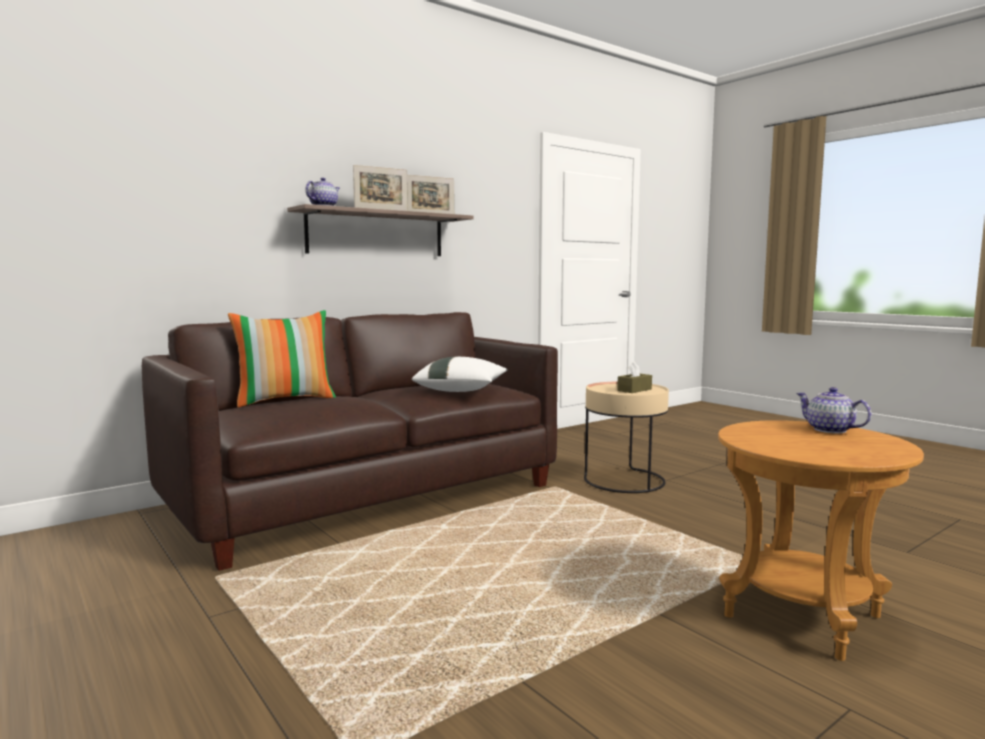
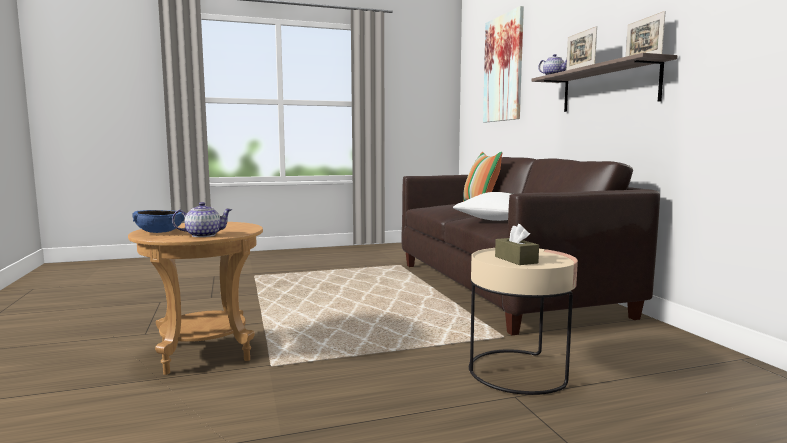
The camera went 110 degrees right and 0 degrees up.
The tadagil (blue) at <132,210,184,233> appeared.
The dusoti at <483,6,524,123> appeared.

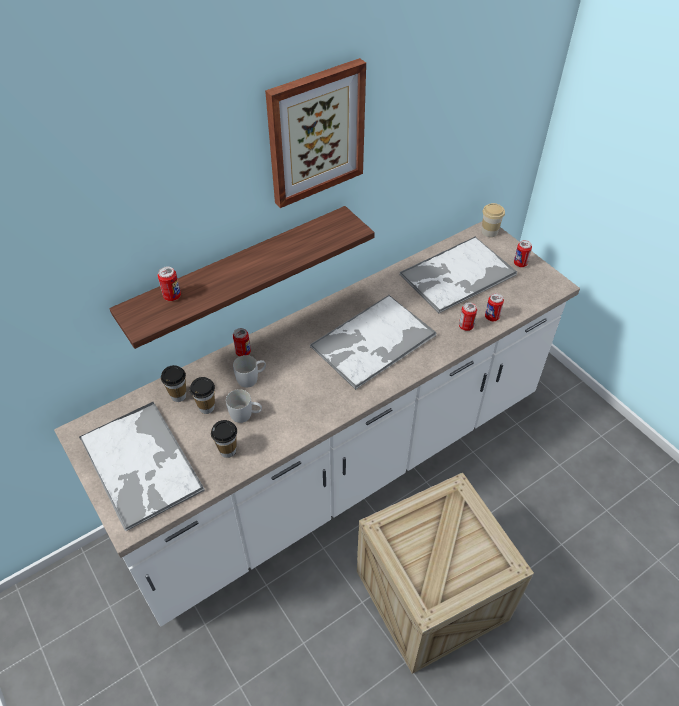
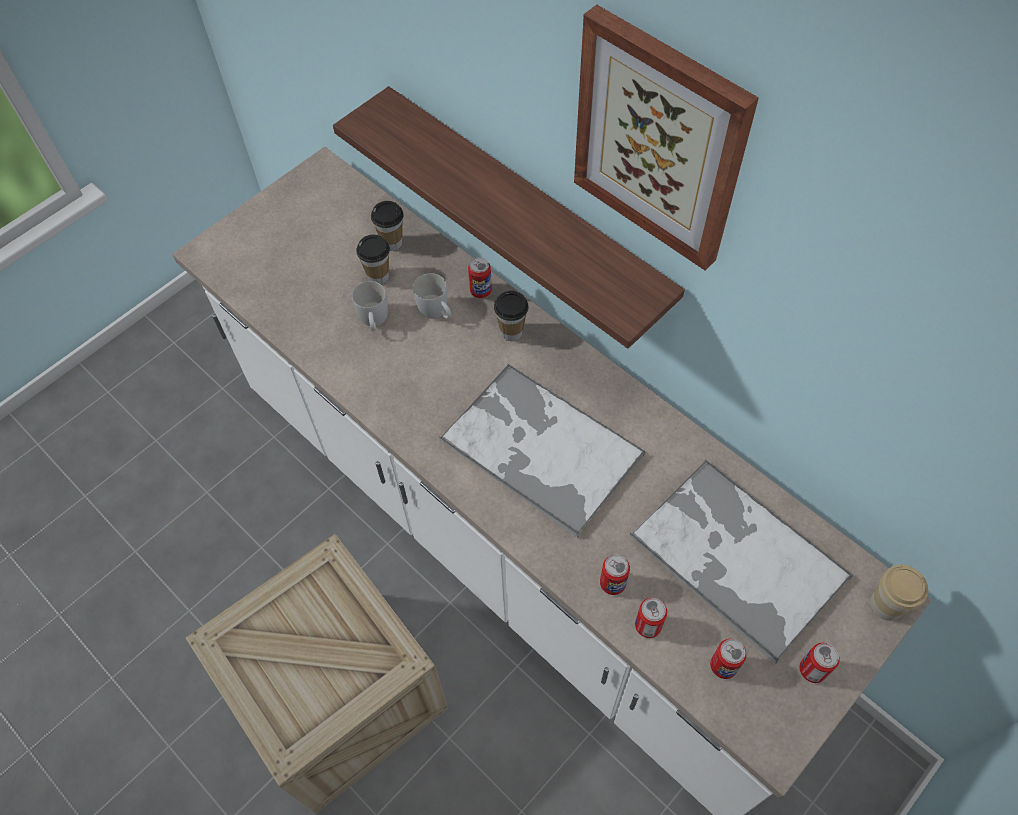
The camera went 80 degrees right and 10 degrees up.
The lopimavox at <79,402,205,531> disappeared.
The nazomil moved from <158,267,181,301> to <710,639,747,679>.
The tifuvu moved from <211,420,237,458> to <494,291,529,341>.

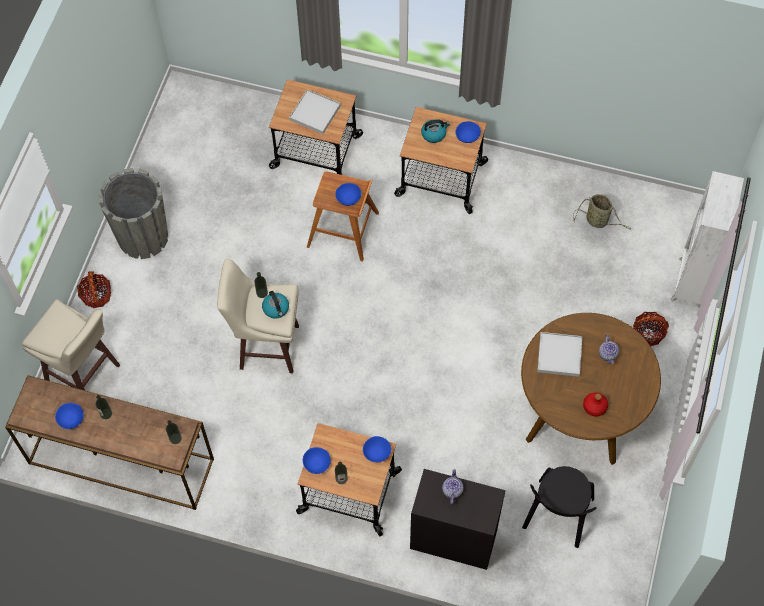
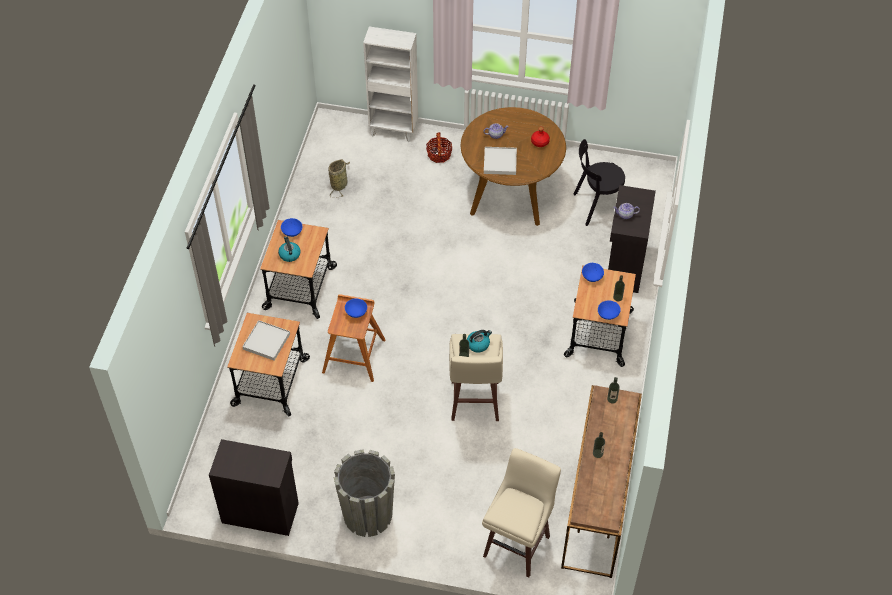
The camera went 95 degrees left and 10 degrees down.
The tadagil (blue) at <55,403,84,429> disappeared.
The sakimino at <77,271,111,308> disappeared.
The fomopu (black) at <209,439,299,536> appeared.
The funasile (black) at <522,466,597,548> turned 150 degrees clockwise.

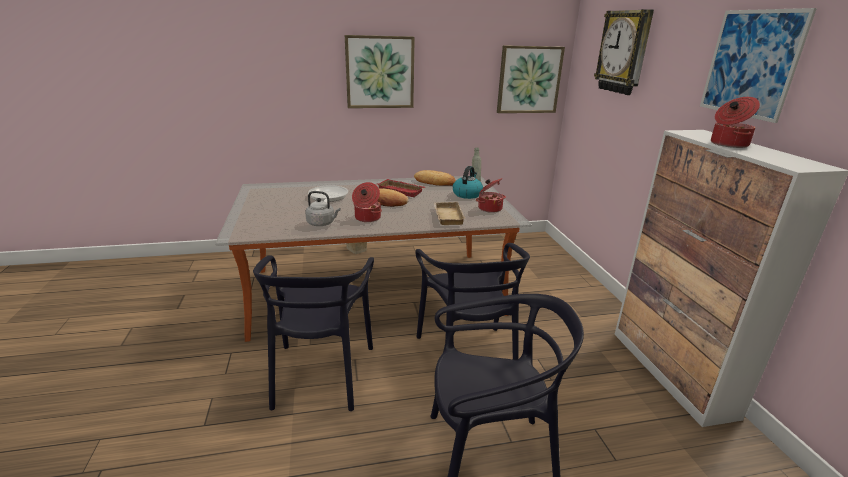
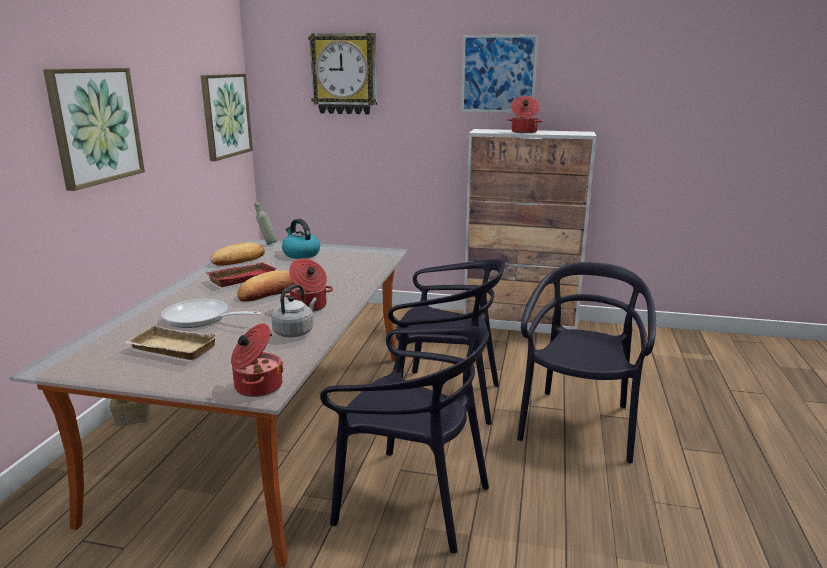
The camera went 65 degrees left and 5 degrees down.
The lopimavox (beige) moved from <434,202,466,225> to <124,325,218,360>.
The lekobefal moved from <476,178,506,213> to <231,323,284,397>.

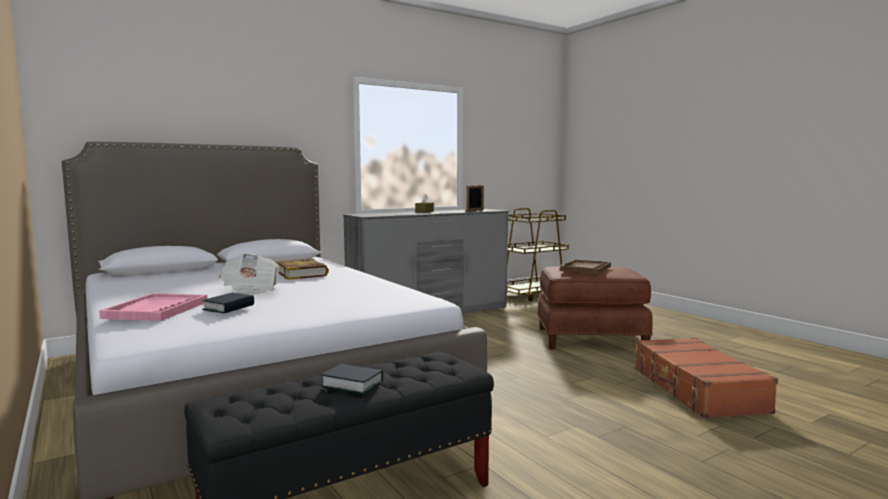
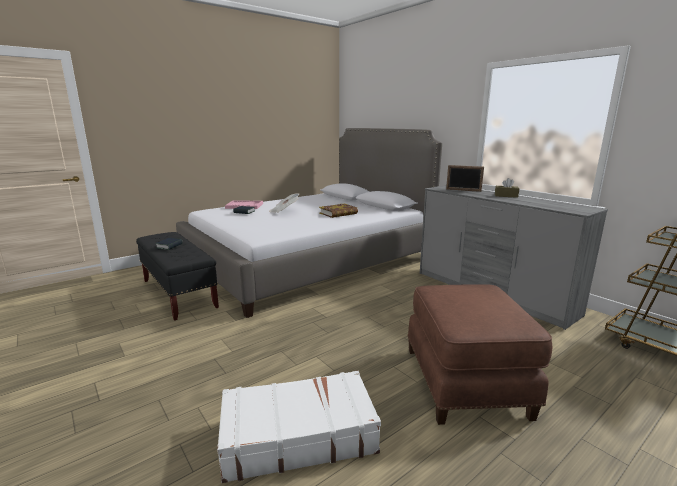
The camera went 85 degrees right and 10 degrees up.
The lopimavox (brown) at <560,259,611,274> disappeared.
The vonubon moved from <466,185,484,212> to <446,165,484,192>.
The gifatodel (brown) at <635,337,778,418> became the gifatodel (white) at <217,370,381,483>.

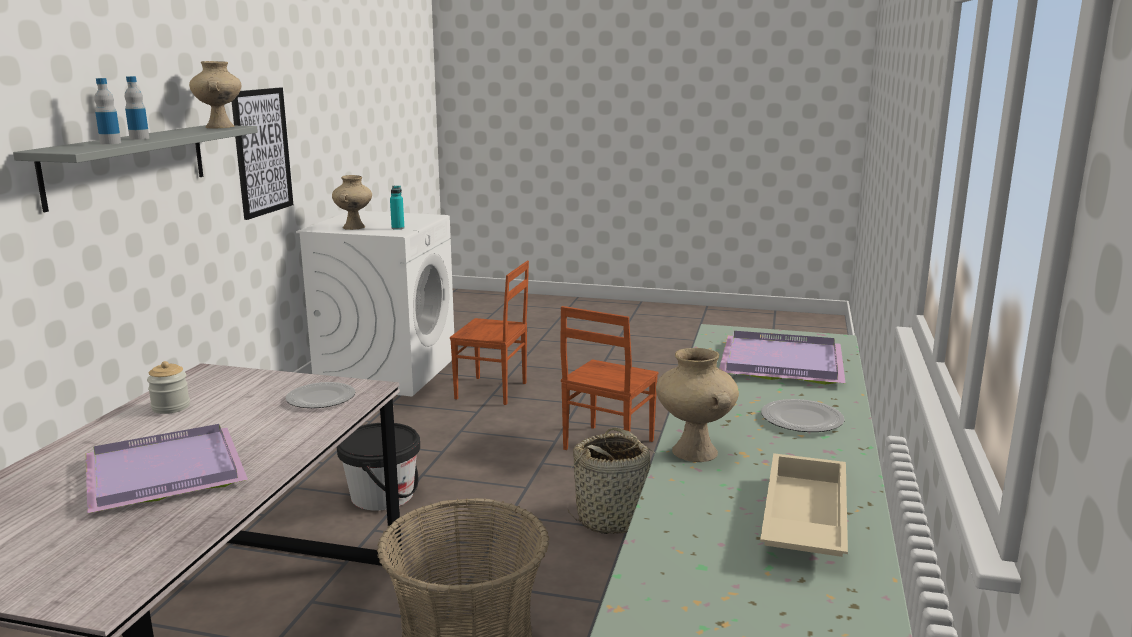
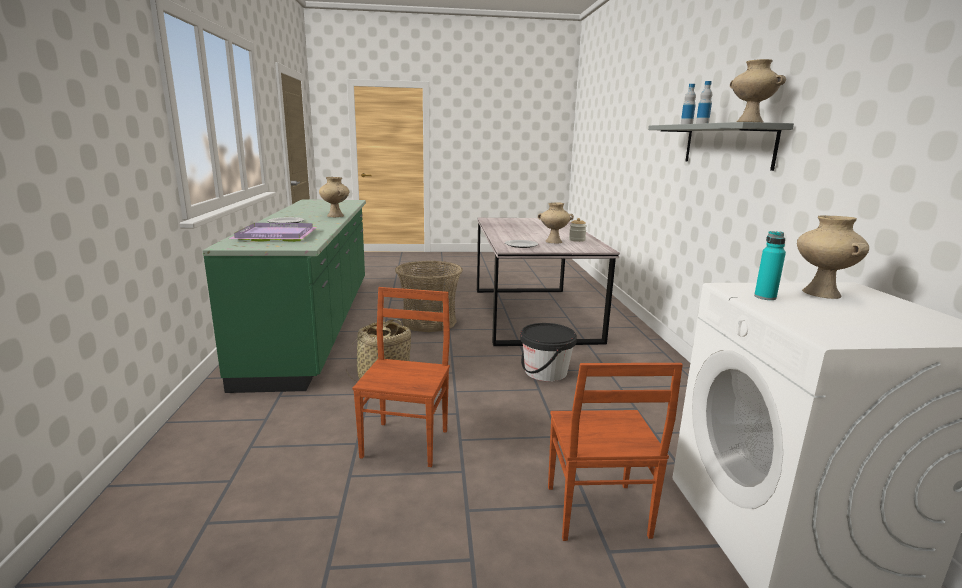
The camera went 160 degrees right and 0 degrees up.
The lopimavox (purple) at <85,424,248,513> disappeared.
The dusoti at <231,87,293,220> disappeared.
The lopimavox (beige) at <760,453,848,557> disappeared.
The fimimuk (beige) at <538,202,574,243> appeared.
The funasile (brown) at <450,261,529,405> turned 90 degrees counterclockwise.

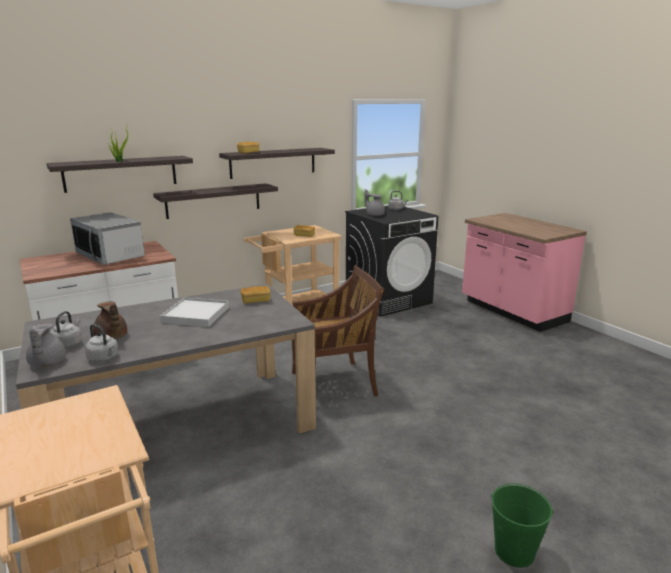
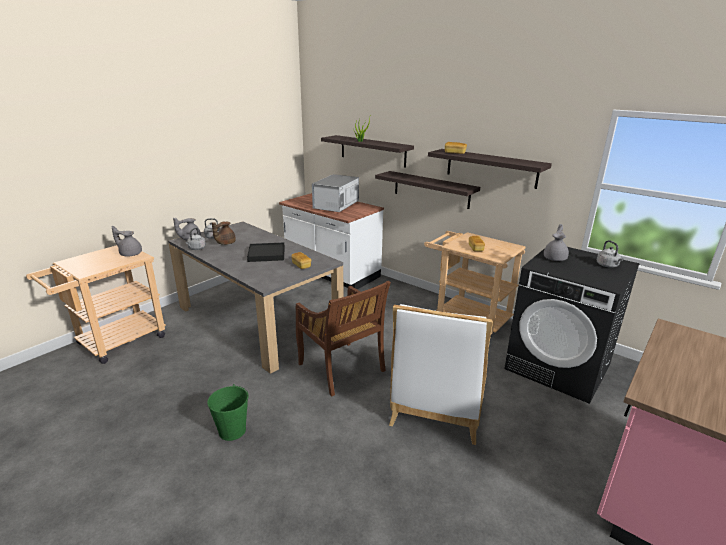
The camera went 70 degrees right and 5 degrees up.
The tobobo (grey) at <112,226,142,257> appeared.
The funasile (white) at <389,304,493,445> appeared.
The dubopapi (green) moved from <491,483,554,568> to <207,384,249,441>.
The lopimavox (white) at <160,298,229,327> became the lopimavox (black) at <247,243,285,262>.

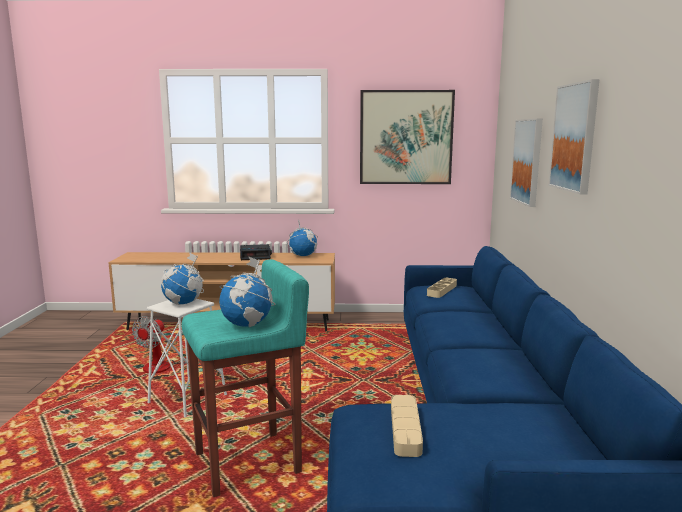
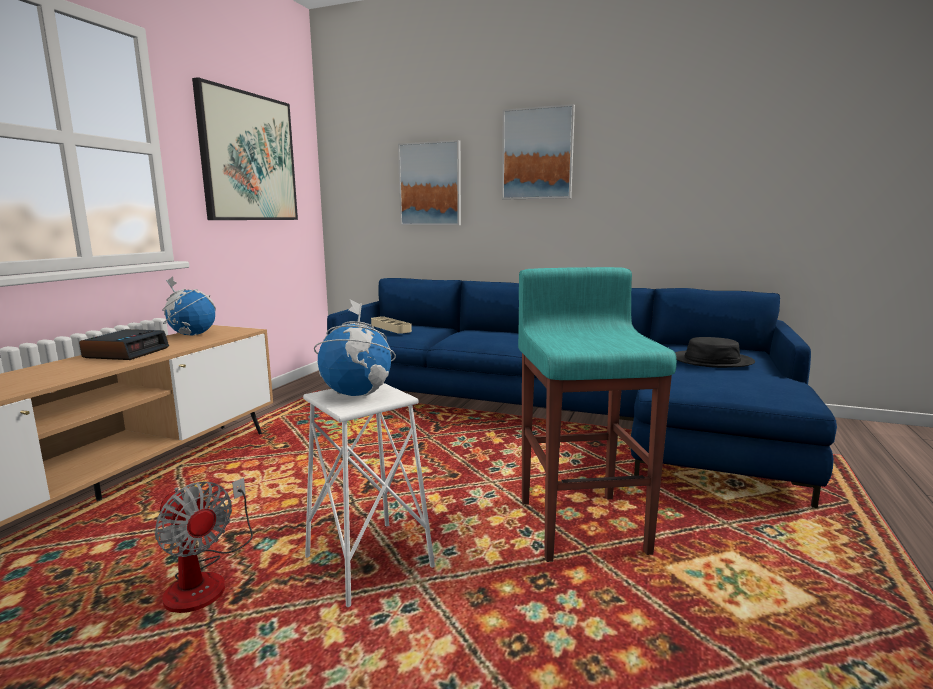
The camera went 70 degrees left and 0 degrees up.
The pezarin at <219,256,276,327> disappeared.
The lopimavox (beige) at <391,395,423,457> disappeared.
The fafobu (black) at <675,337,755,368> appeared.

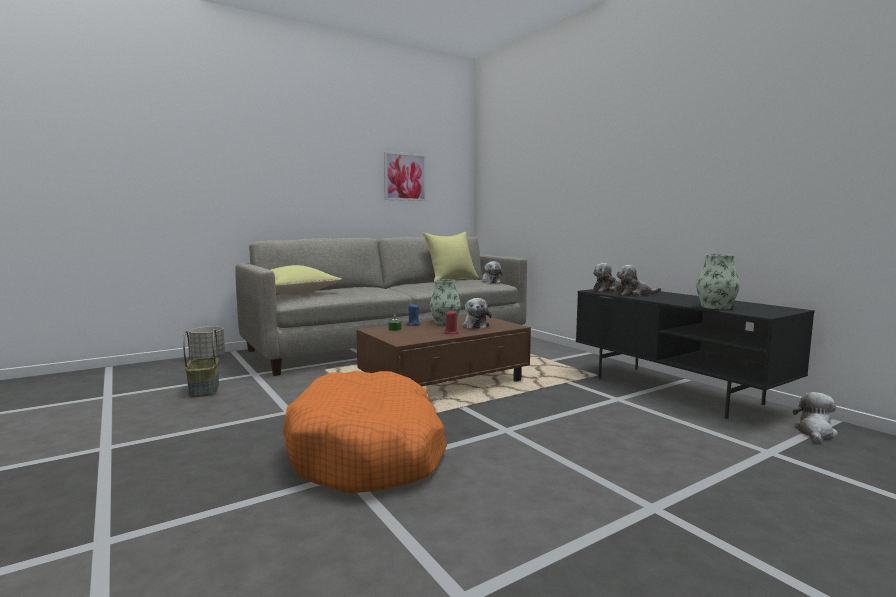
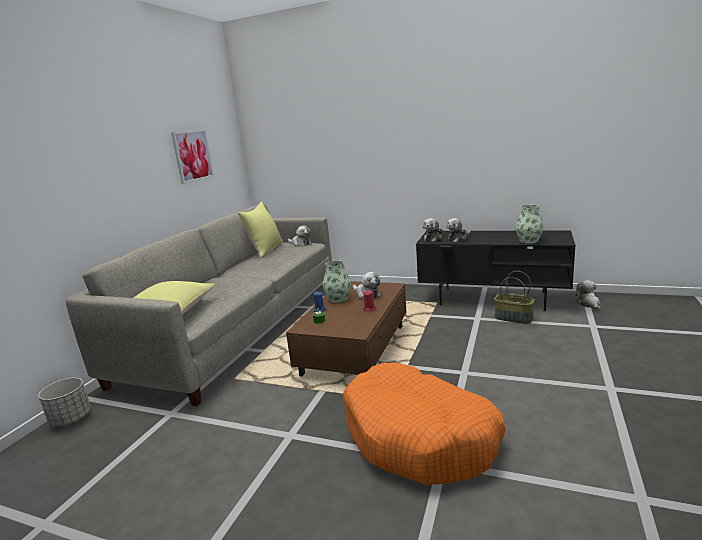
The camera went 35 degrees left and 10 degrees up.
The sakimino moved from <183,329,219,397> to <494,271,535,324>.

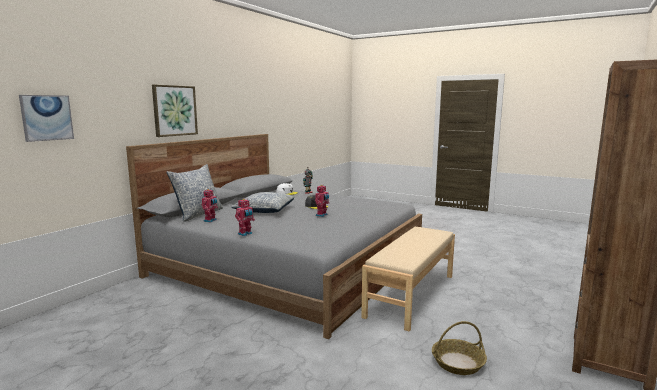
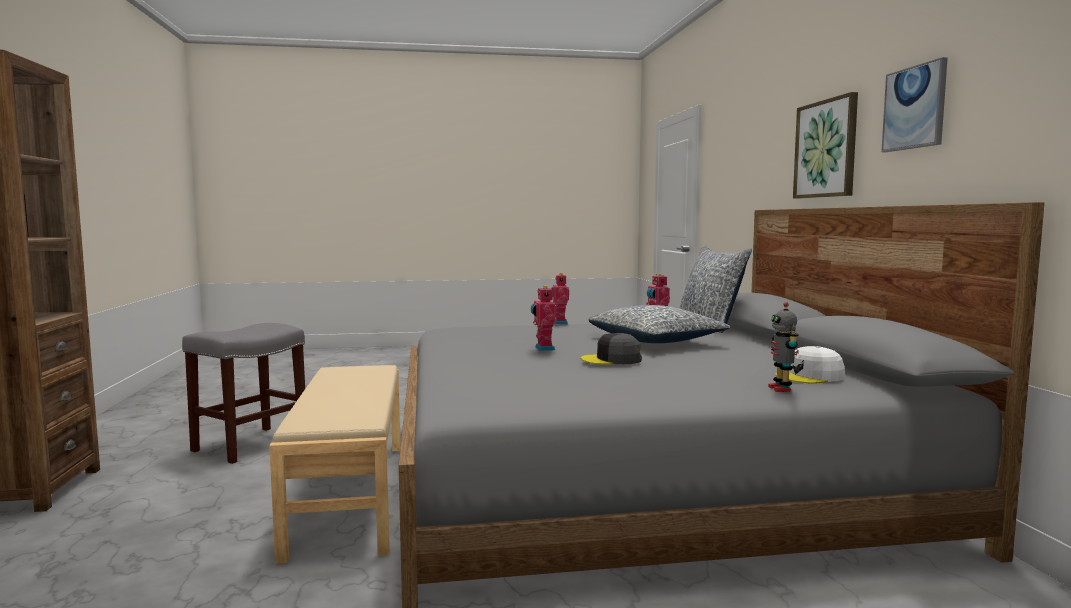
The camera went 140 degrees right and 5 degrees down.
The dusoti moved from <19,95,74,142> to <881,57,947,152>.
The sakimino at <432,321,487,375> was replaced by the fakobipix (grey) at <182,323,305,464>.

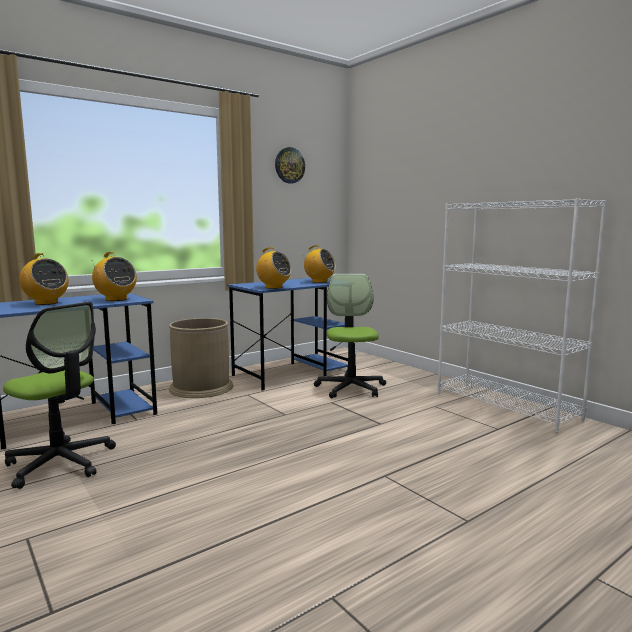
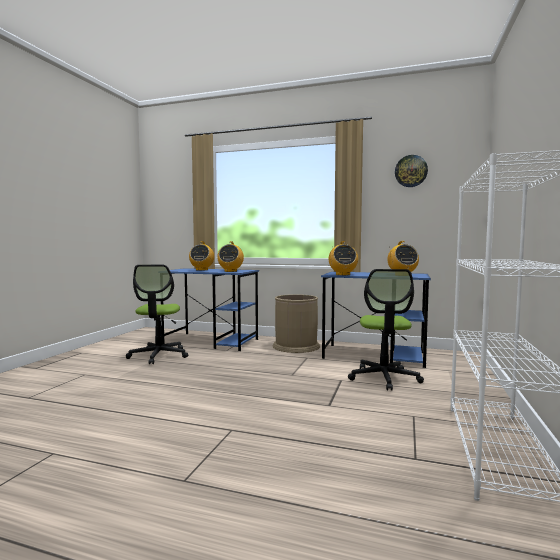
The camera went 55 degrees right and 5 degrees down.
The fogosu at <314,274,386,398> turned 135 degrees clockwise.

